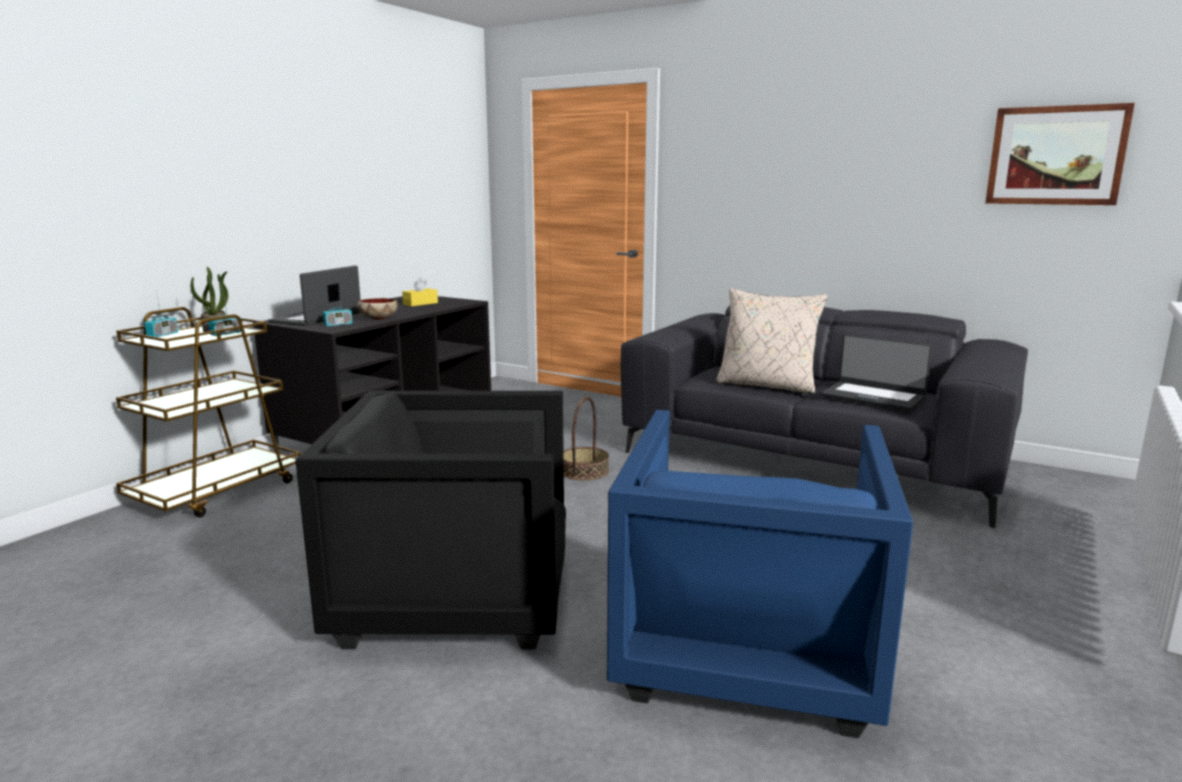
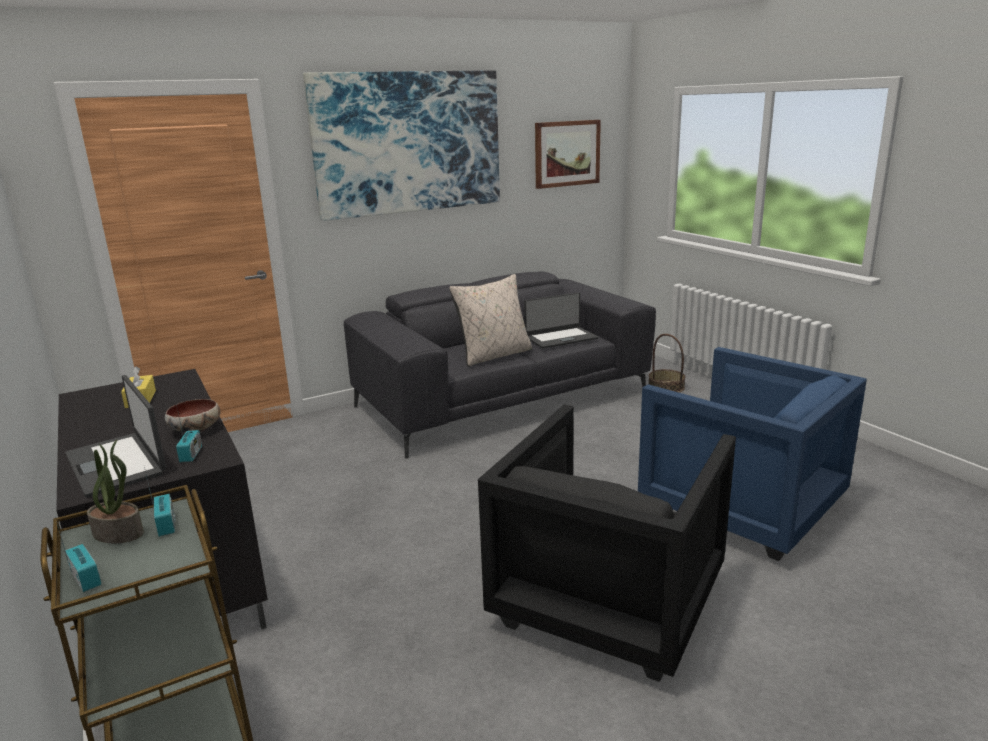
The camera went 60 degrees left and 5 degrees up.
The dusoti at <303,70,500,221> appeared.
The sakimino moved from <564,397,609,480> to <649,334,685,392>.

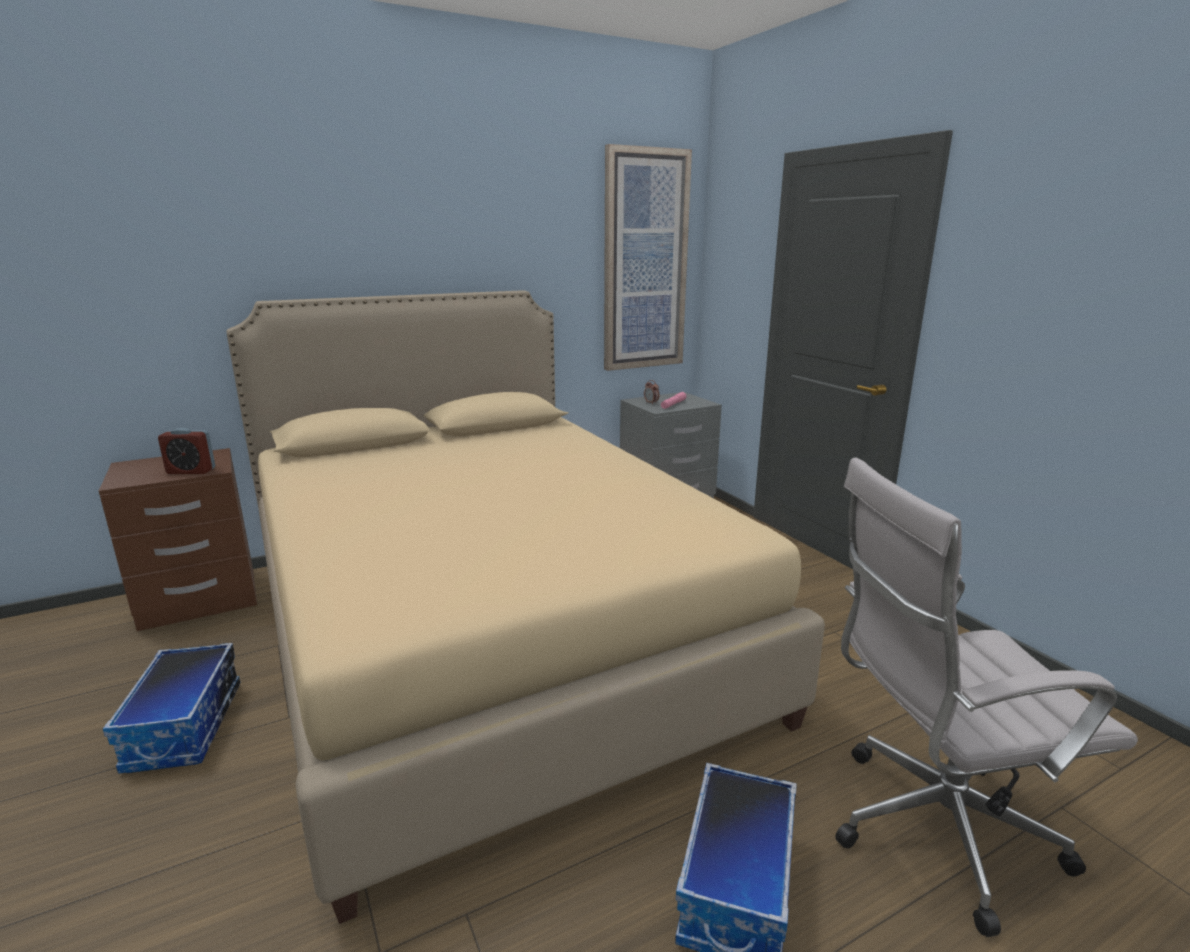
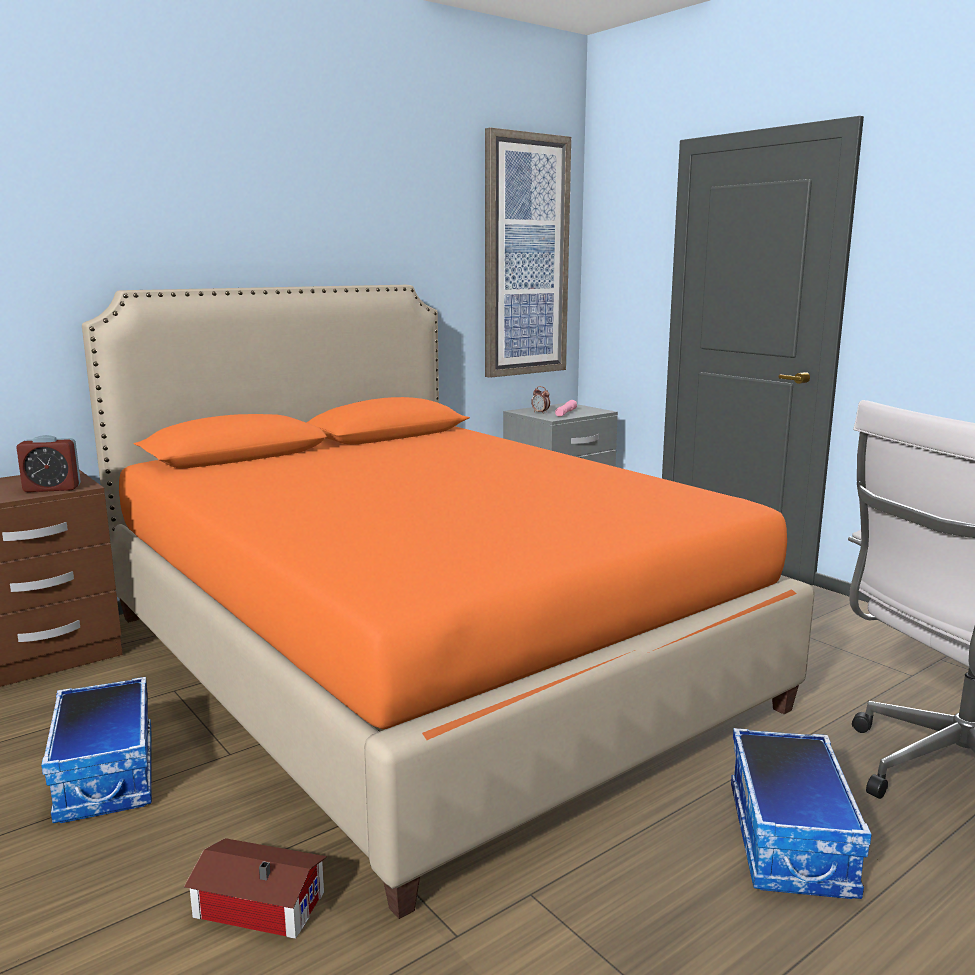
The camera went 10 degrees left and 5 degrees down.
The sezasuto at <184,838,327,939> appeared.
The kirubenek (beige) at <226,290,825,924> became the kirubenek (orange) at <82,285,815,919>.

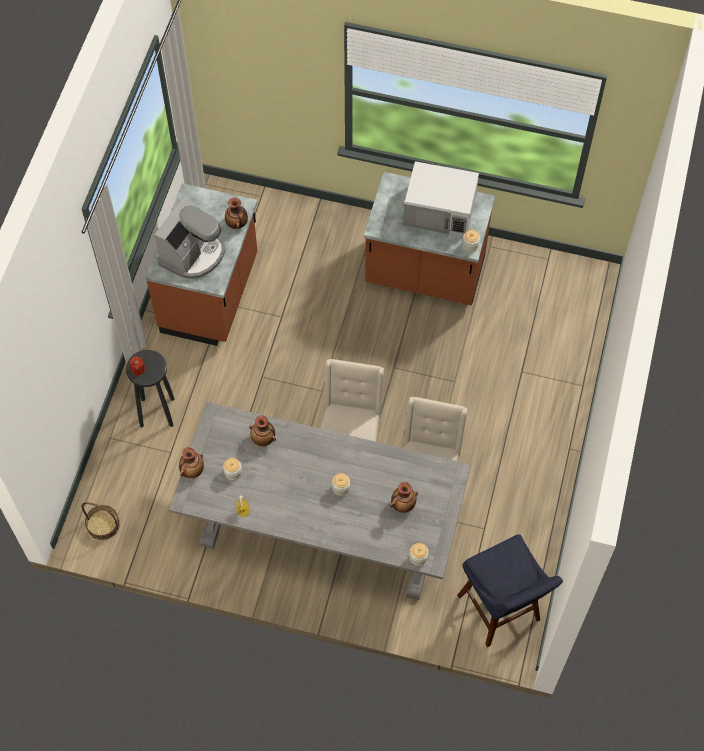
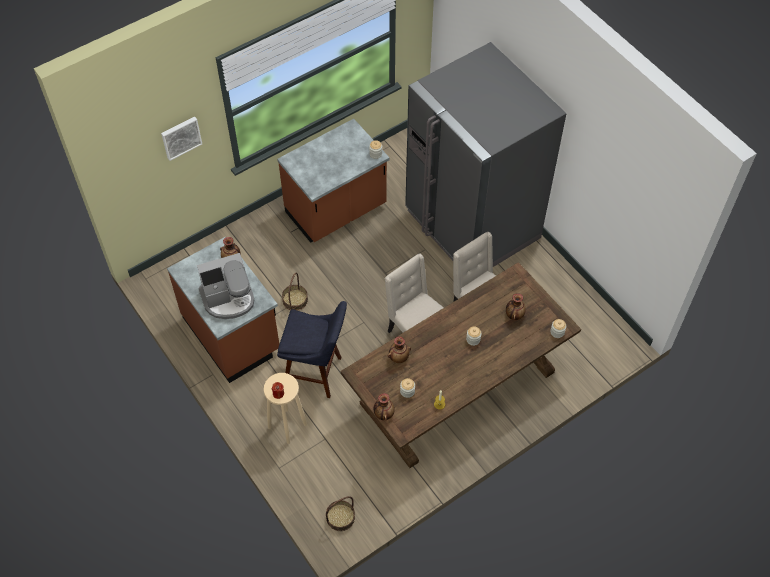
The camera went 50 degrees left and 5 degrees down.
The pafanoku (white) at <403,161,479,235> disappeared.
The dusoti at <161,117,202,161> appeared.
The sakimino at <282,273,308,311> appeared.
The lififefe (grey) at <405,42,566,267> appeared.
The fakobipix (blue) moved from <457,534,563,647> to <277,301,347,398>.
The fakobipix (black) at <126,350,174,428> became the fakobipix (beige) at <264,373,307,444>.
The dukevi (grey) at <169,402,471,600> became the dukevi (brown) at <341,262,581,468>.
The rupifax at <155,198,225,279> turned 90 degrees clockwise.

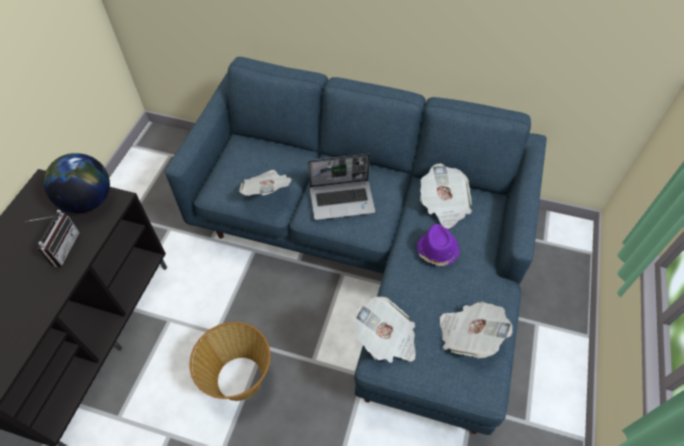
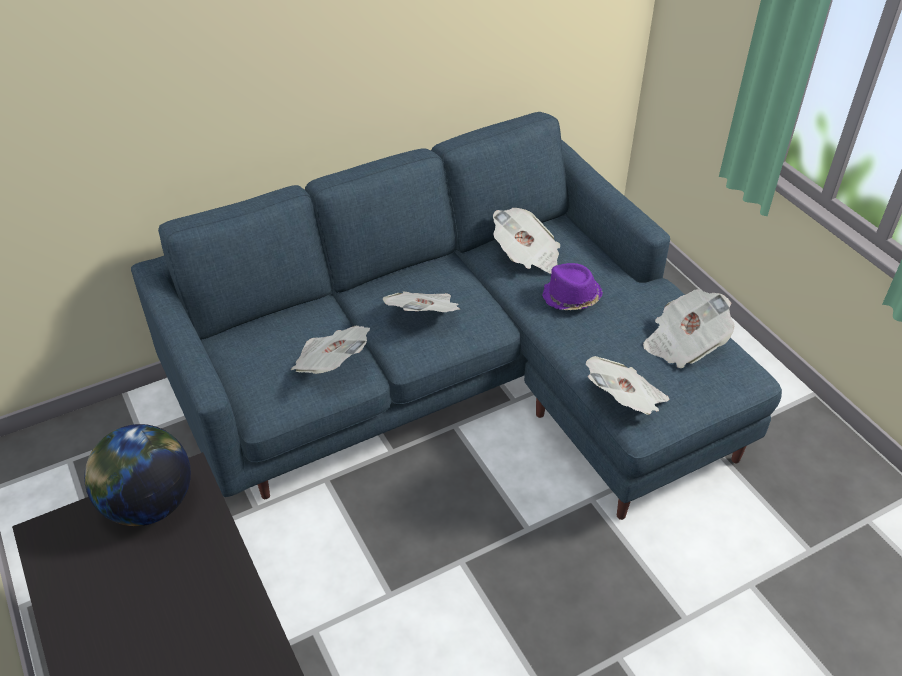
The camera went 45 degrees left and 10 degrees down.
The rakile at <25,210,80,267> disappeared.
The sakimino at <189,322,270,401> disappeared.
The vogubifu at <308,154,376,220> was replaced by the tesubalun at <383,291,460,312>.

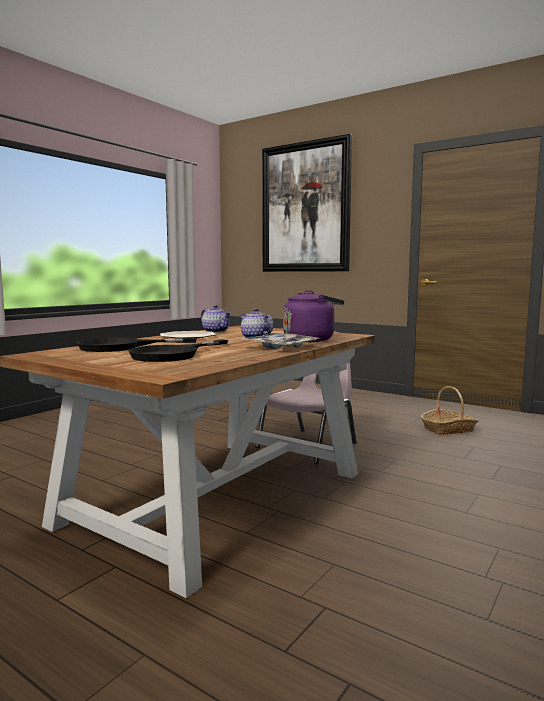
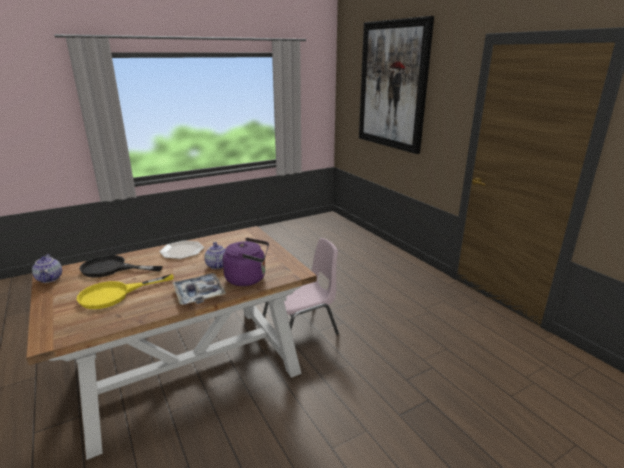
The camera went 25 degrees right and 15 degrees up.
The sakimino at <421,386,479,435> disappeared.
The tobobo moved from <201,305,231,333> to <32,254,62,283>.
The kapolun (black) at <129,339,228,362> became the kapolun (yellow) at <77,274,174,309>.

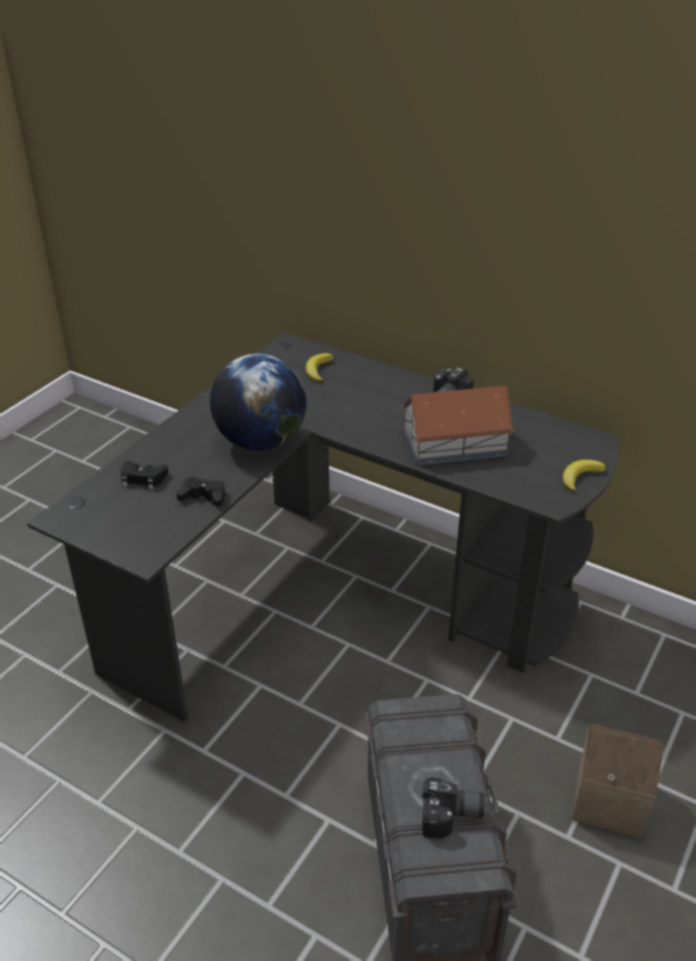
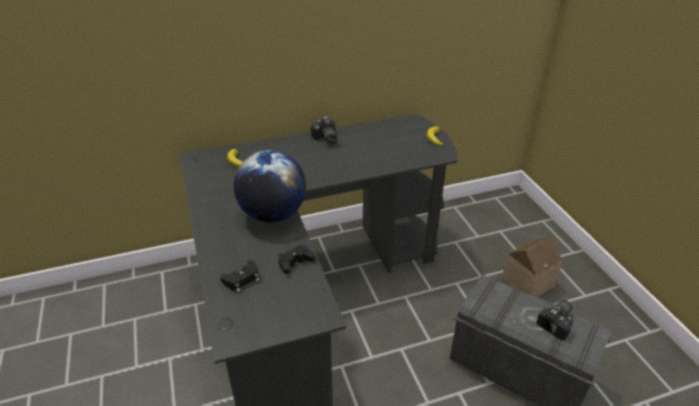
The camera went 50 degrees left and 0 degrees up.
The sezasuto at <401,386,514,465> disappeared.

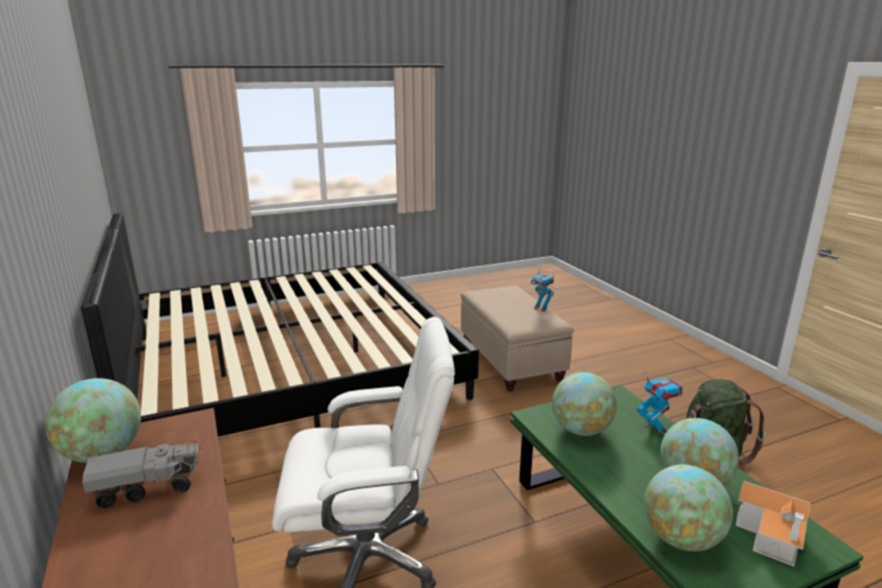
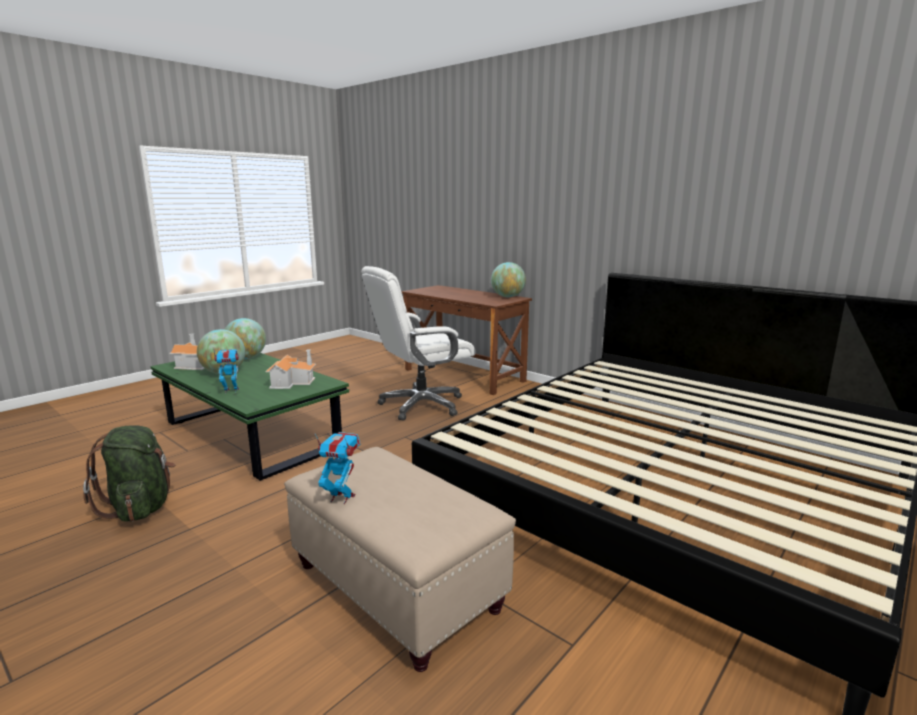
The camera went 155 degrees right and 5 degrees down.
The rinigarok at <82,440,201,509> disappeared.
The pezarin at <552,372,617,436> was replaced by the sezasuto at <265,349,316,389>.
The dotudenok at <637,371,683,434> turned 120 degrees clockwise.

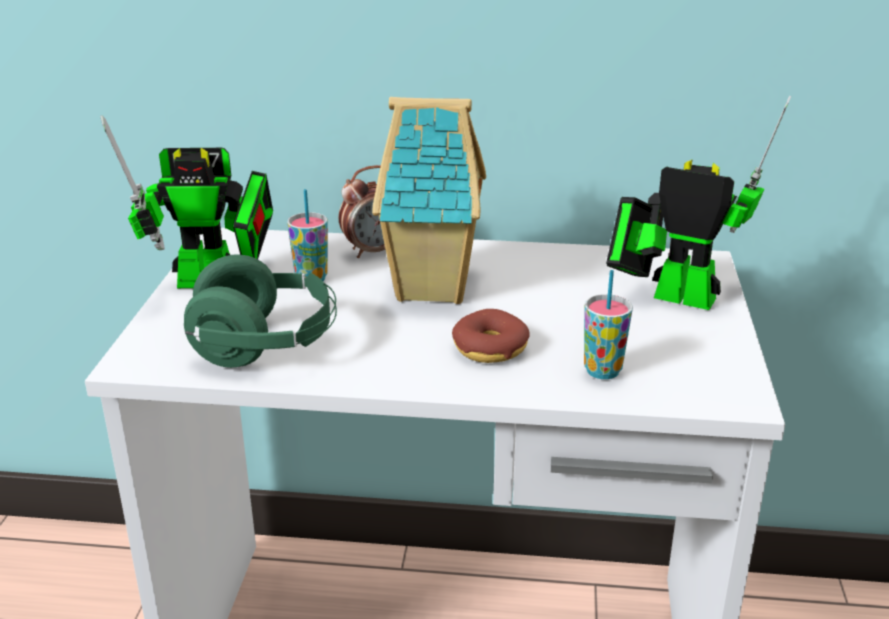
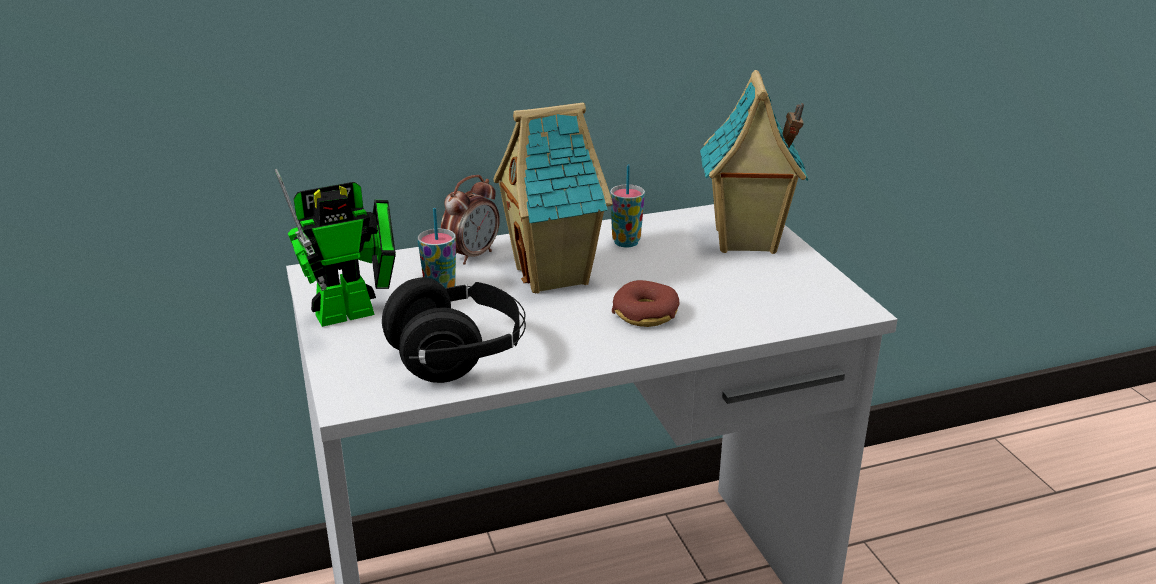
The camera went 25 degrees left and 0 degrees up.
The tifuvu moved from <584,270,633,379> to <610,165,645,248>.
The dotudenok at <606,96,791,310> was replaced by the sezasuto at <700,70,809,254>.
The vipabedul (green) at <184,254,337,368> became the vipabedul (black) at <382,277,526,383>.

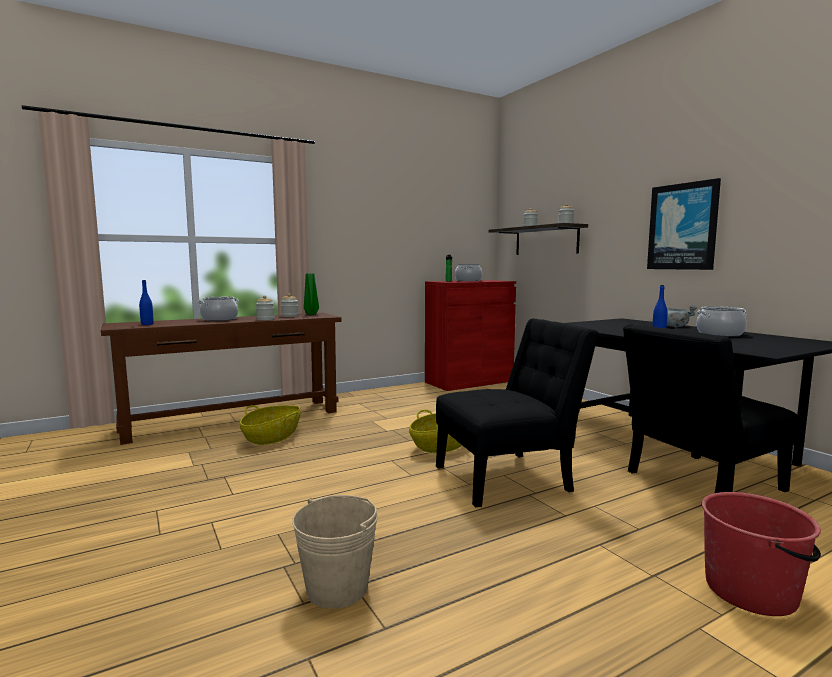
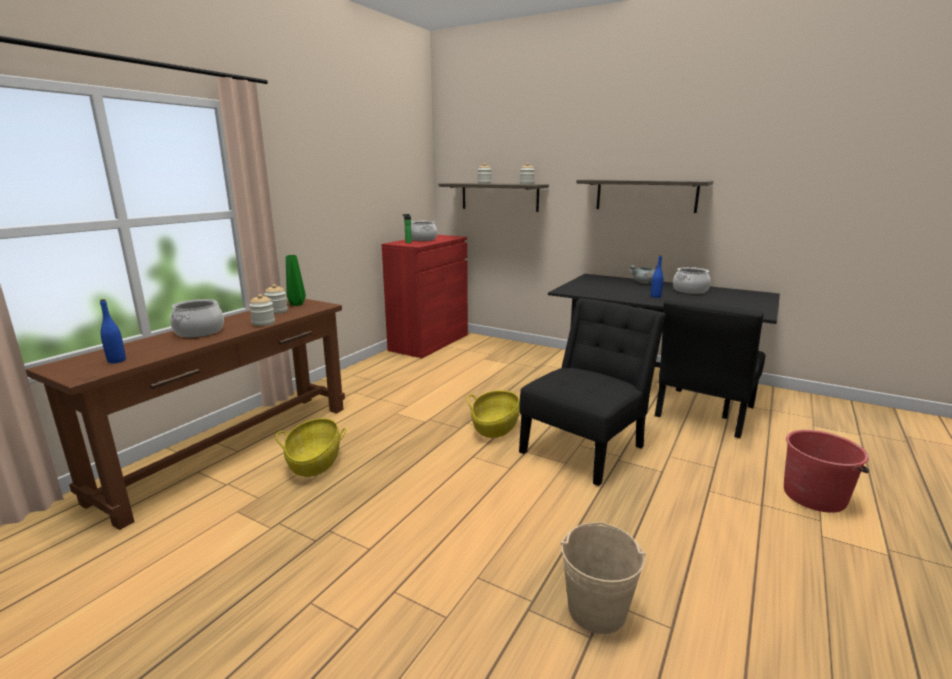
The camera went 30 degrees left and 10 degrees up.
The dusoti at <647,178,721,270> was replaced by the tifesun at <576,179,714,213>.

